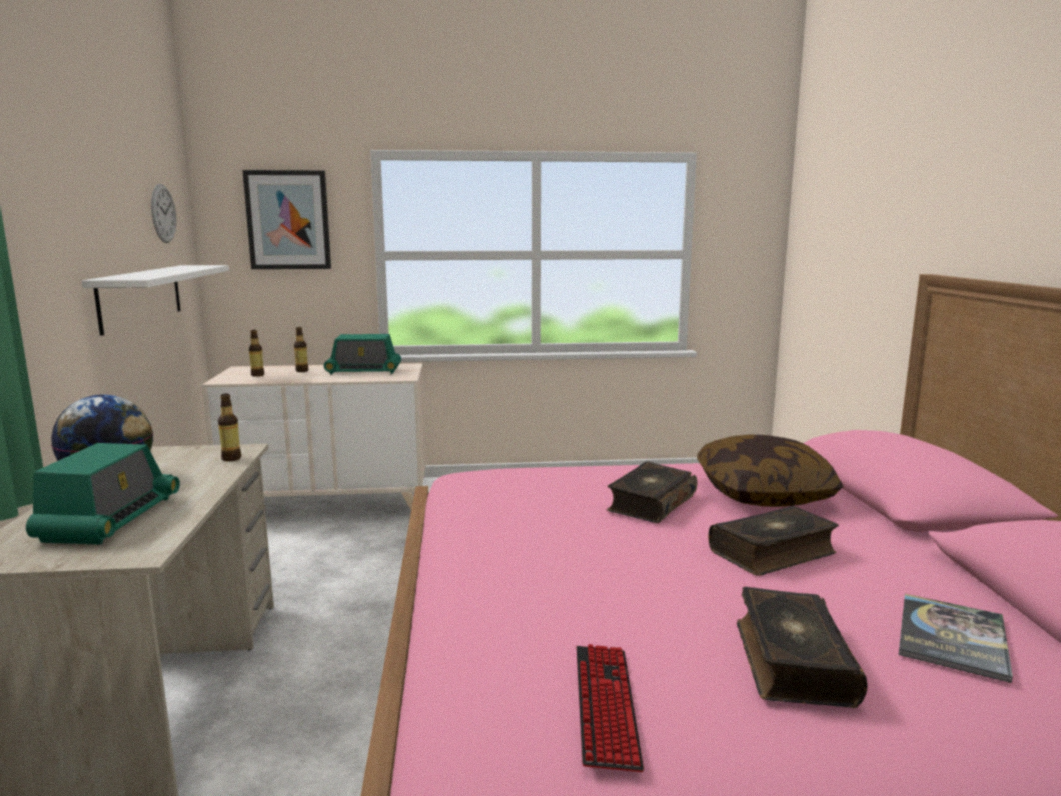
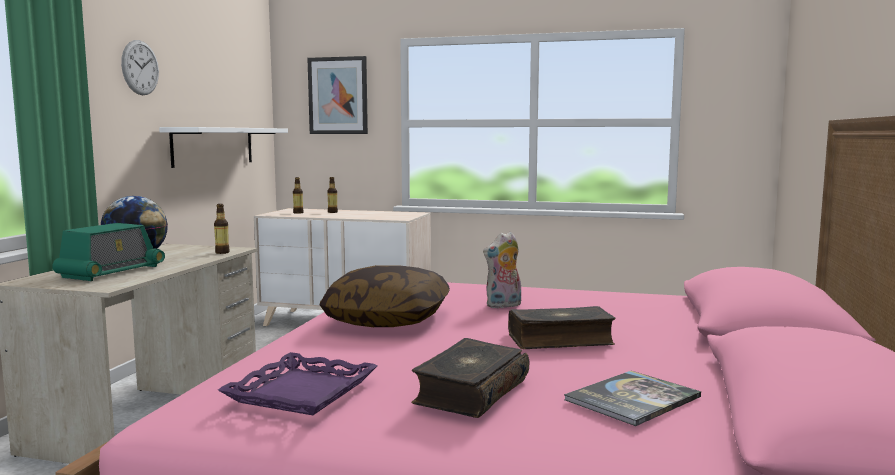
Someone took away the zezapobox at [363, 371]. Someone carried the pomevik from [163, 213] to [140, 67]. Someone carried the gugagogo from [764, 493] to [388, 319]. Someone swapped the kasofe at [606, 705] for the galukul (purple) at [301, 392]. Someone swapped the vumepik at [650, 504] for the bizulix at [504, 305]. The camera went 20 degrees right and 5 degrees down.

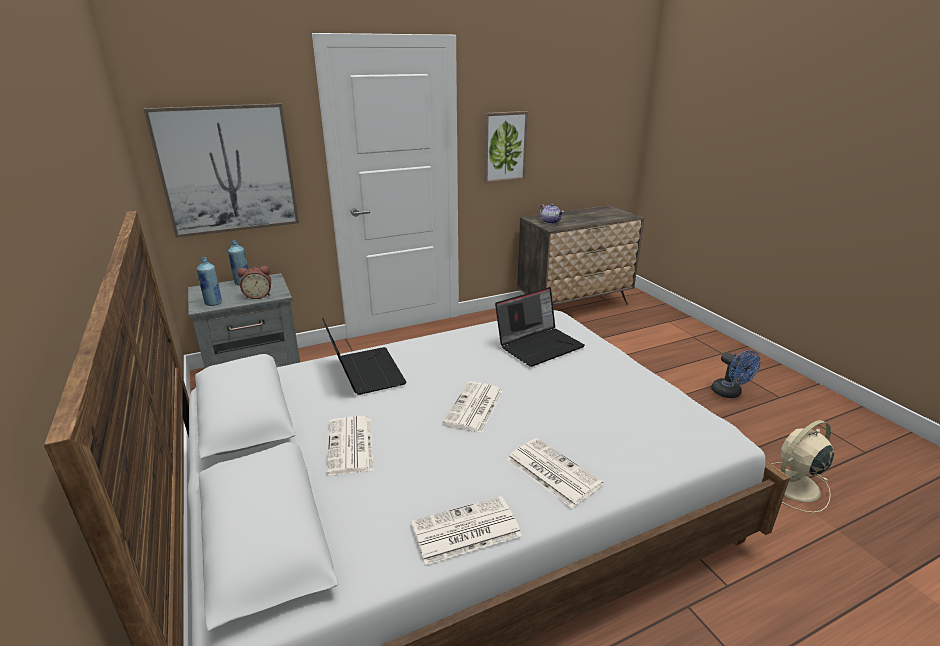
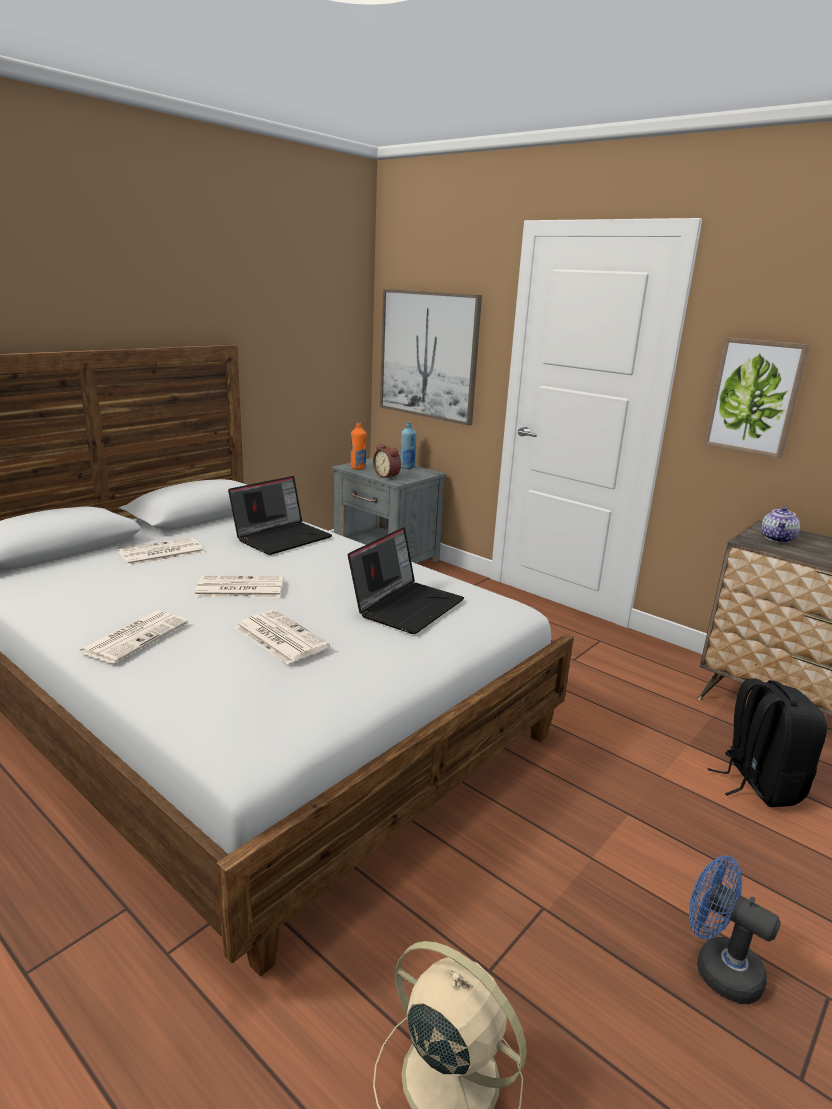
Someone put down the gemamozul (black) at [758, 783]. Someone carried the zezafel from [464, 531] to [279, 637]. Someone repainted the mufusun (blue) at [213, 303], which became the mufusun (orange) at [358, 468]. Someone rotated the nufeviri at [539, 345] by 90 degrees counterclockwise. Someone rotated the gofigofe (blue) at [729, 393] by 90 degrees clockwise. The camera went 65 degrees right and 5 degrees down.

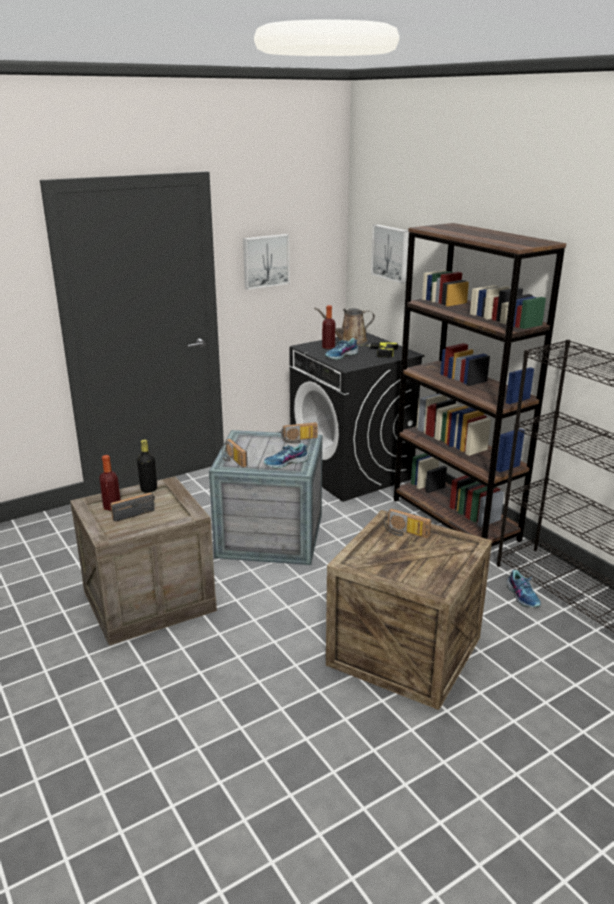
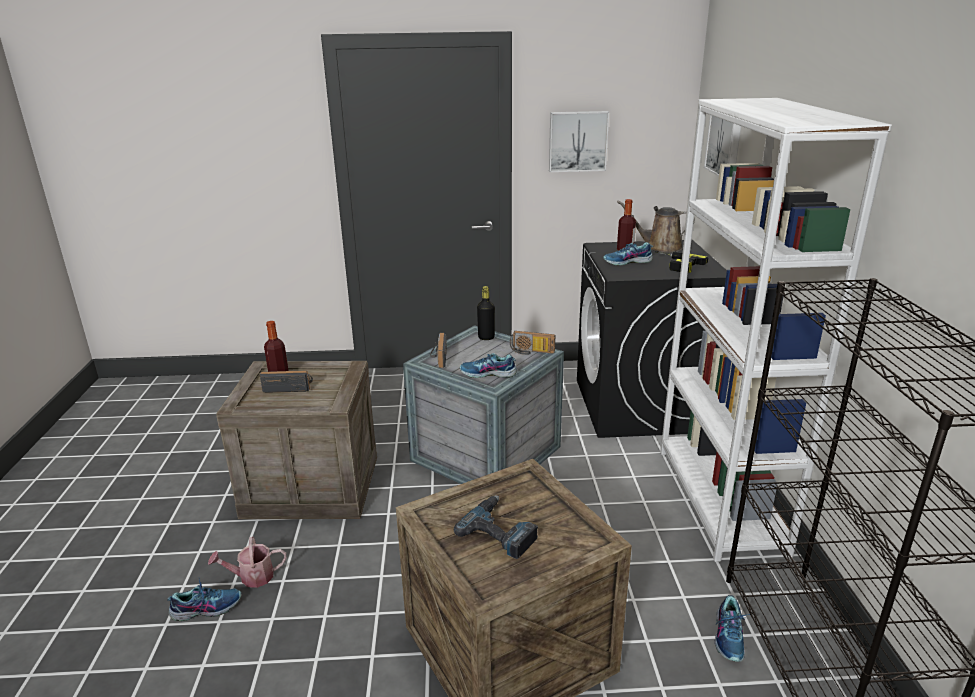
Someone took away the zezapobox at [405, 533]. Someone put down the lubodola at [206, 608]. Someone put down the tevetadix at [252, 577]. Someone put down the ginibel at [500, 531]. Someone carried the mufusun (black) from [149, 489] to [486, 337]. Someone repainted the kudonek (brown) at [455, 519], which became the kudonek (white) at [719, 499]. The camera went 30 degrees right and 0 degrees up.

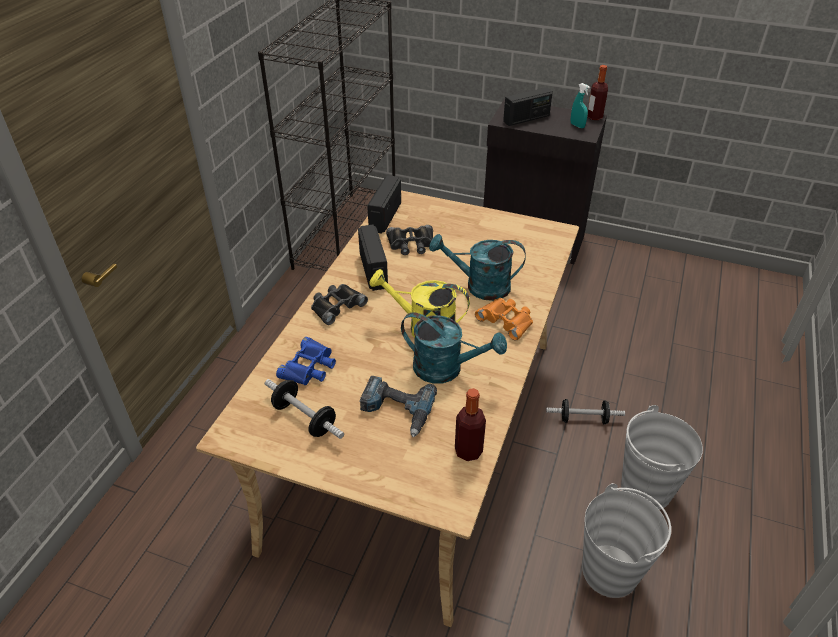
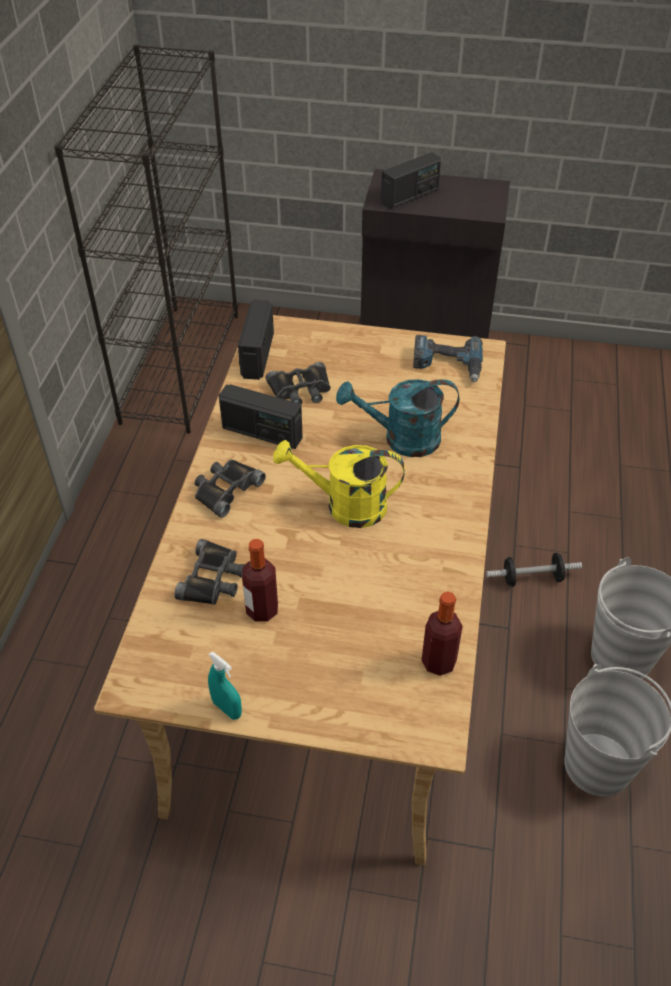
Someone took away the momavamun at [304, 418]. Someone took away the tevetadix (turquoise) at [446, 369]. Someone took away the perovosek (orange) at [506, 320]. Someone carried the ginibel from [396, 410] to [447, 364]. Someone carried the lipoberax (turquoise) from [577, 125] to [227, 708]. Someone carried the mufusun from [594, 117] to [262, 610]. Someone repainted the perovosek (blue) at [309, 367], which became the perovosek (black) at [213, 579]. Someone rotated the zezapobox at [374, 270] by 135 degrees clockwise. The camera went 10 degrees left and 5 degrees up.

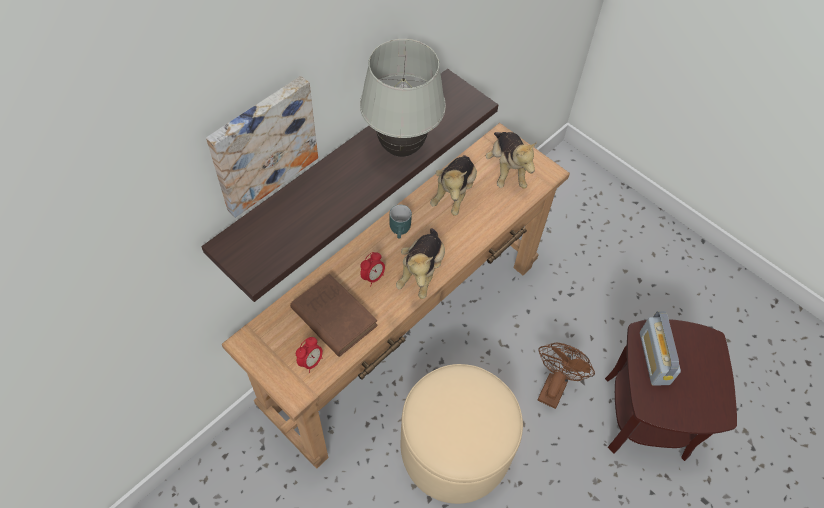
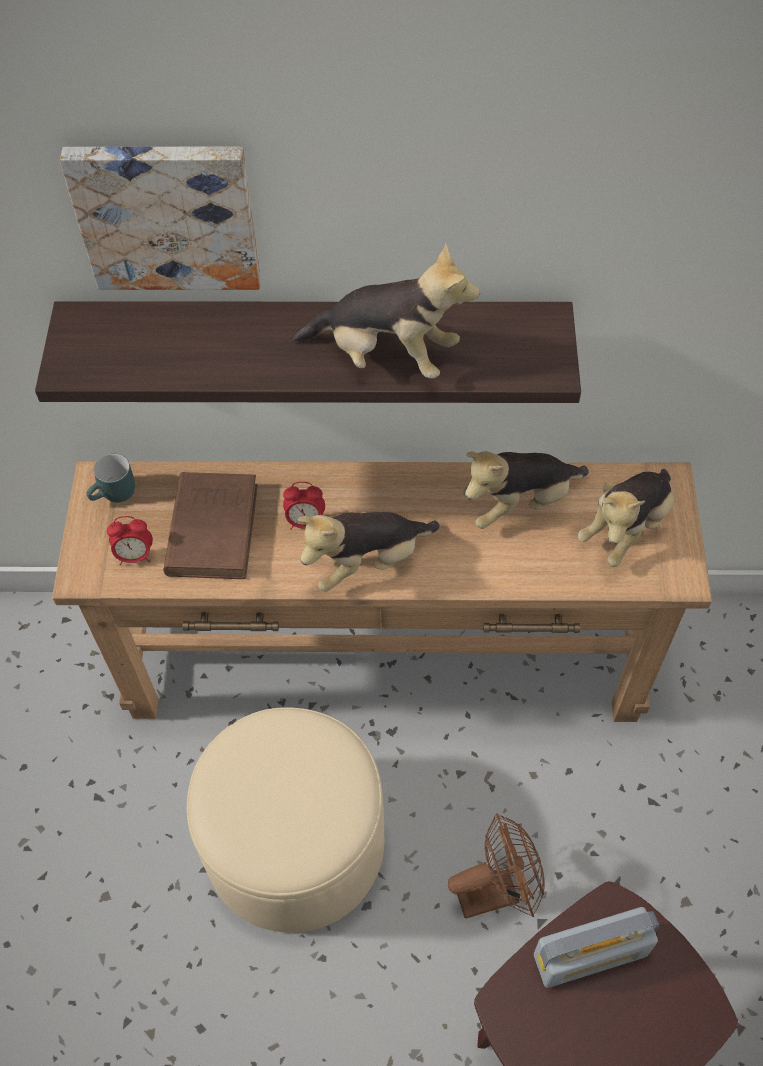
Someone carried the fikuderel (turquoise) from [401, 230] to [115, 495]. Someone swapped the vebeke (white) at [401, 148] for the bizulix at [387, 355]. Someone rotated the zezapobox at [654, 358] by 150 degrees counterclockwise. The camera went 50 degrees right and 0 degrees up.

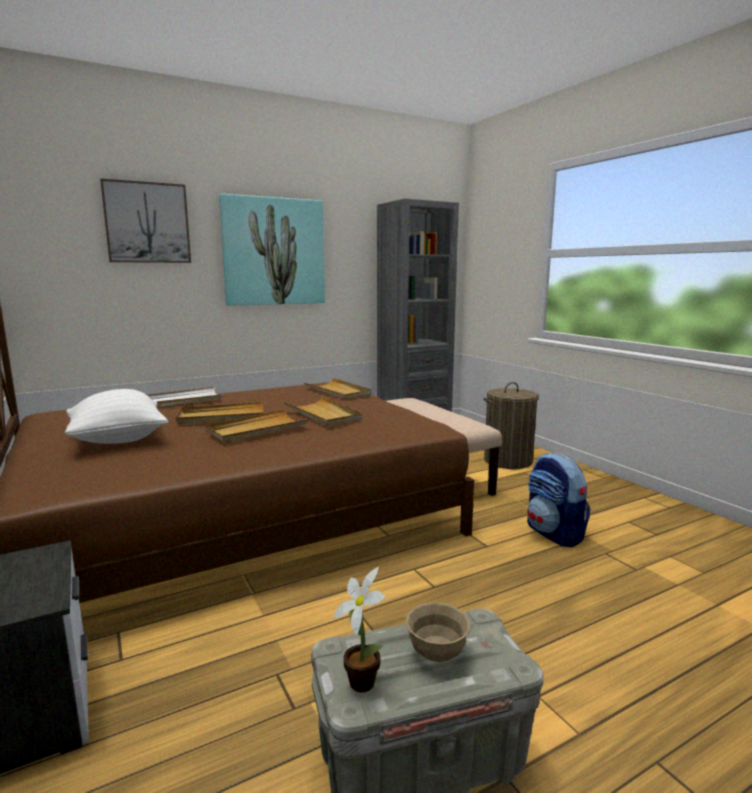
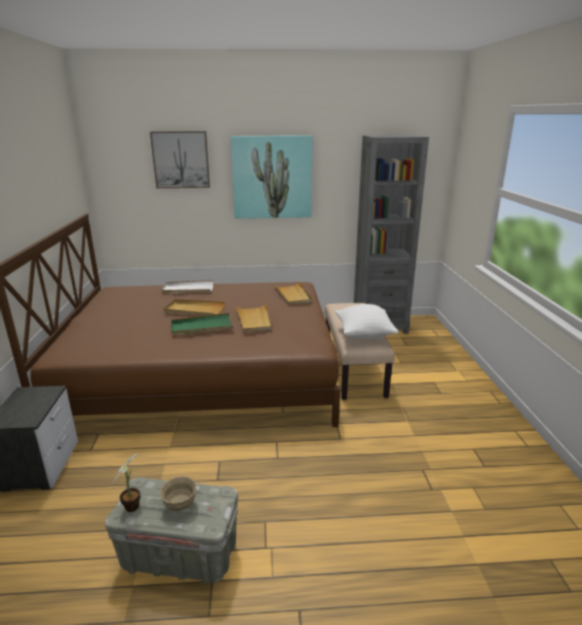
Someone took away the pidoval at [508, 461]. Someone took away the gemamozul at [554, 534]. Someone carried the gugagogo (white) from [118, 440] to [364, 335]. Someone repainted the galukul (beige) at [257, 429], which became the galukul (green) at [201, 327]. The camera went 25 degrees right and 10 degrees up.

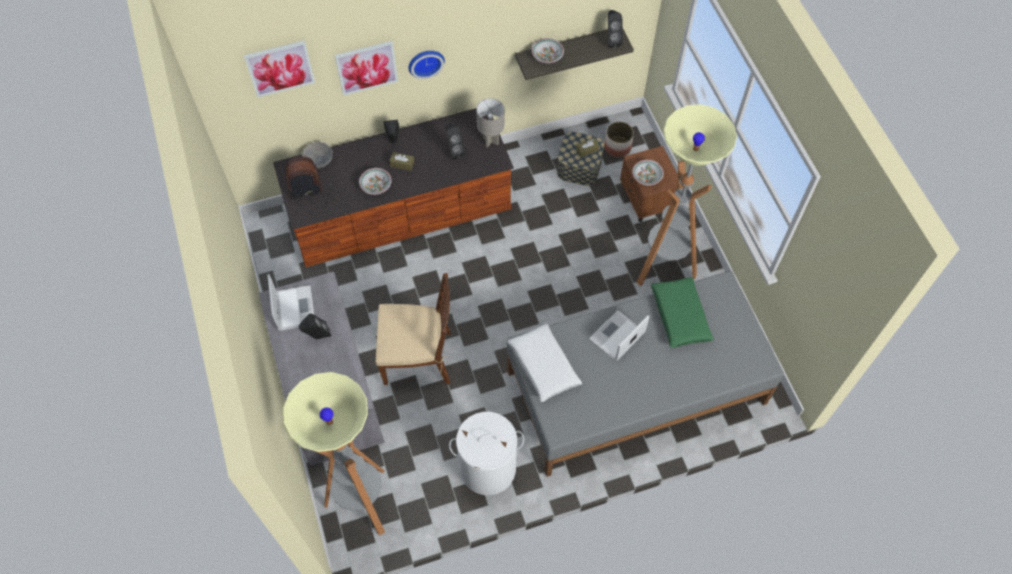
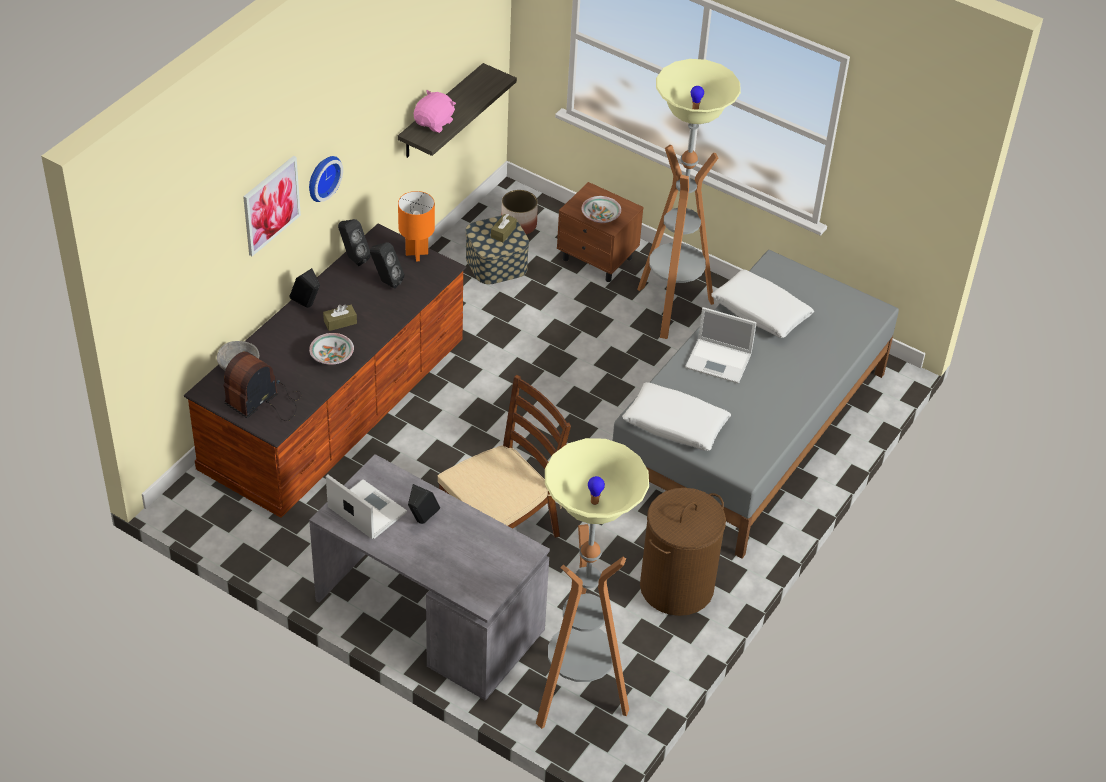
Someone took away the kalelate at [280, 68]. Someone carried the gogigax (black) from [611, 40] to [353, 258]. Someone swapped the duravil at [547, 56] for the bizulix (pink) at [434, 123]. Someone repainted the pidoval (white) at [487, 468], which became the pidoval (brown) at [676, 587]. Someone repainted the vebeke (grey) at [491, 141], which became the vebeke (orange) at [417, 253]. Someone repainted the gugagogo (green) at [679, 316], which became the gugagogo (white) at [760, 311]. Someone rotated the nufeviri at [616, 337] by 75 degrees counterclockwise. The camera went 40 degrees left and 15 degrees down.

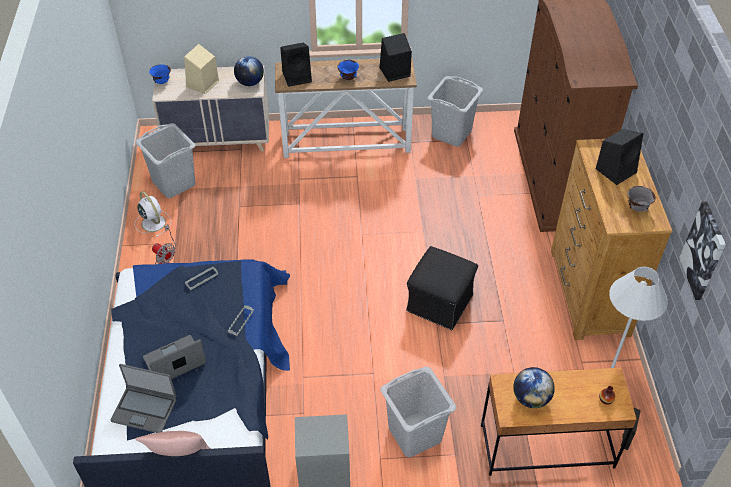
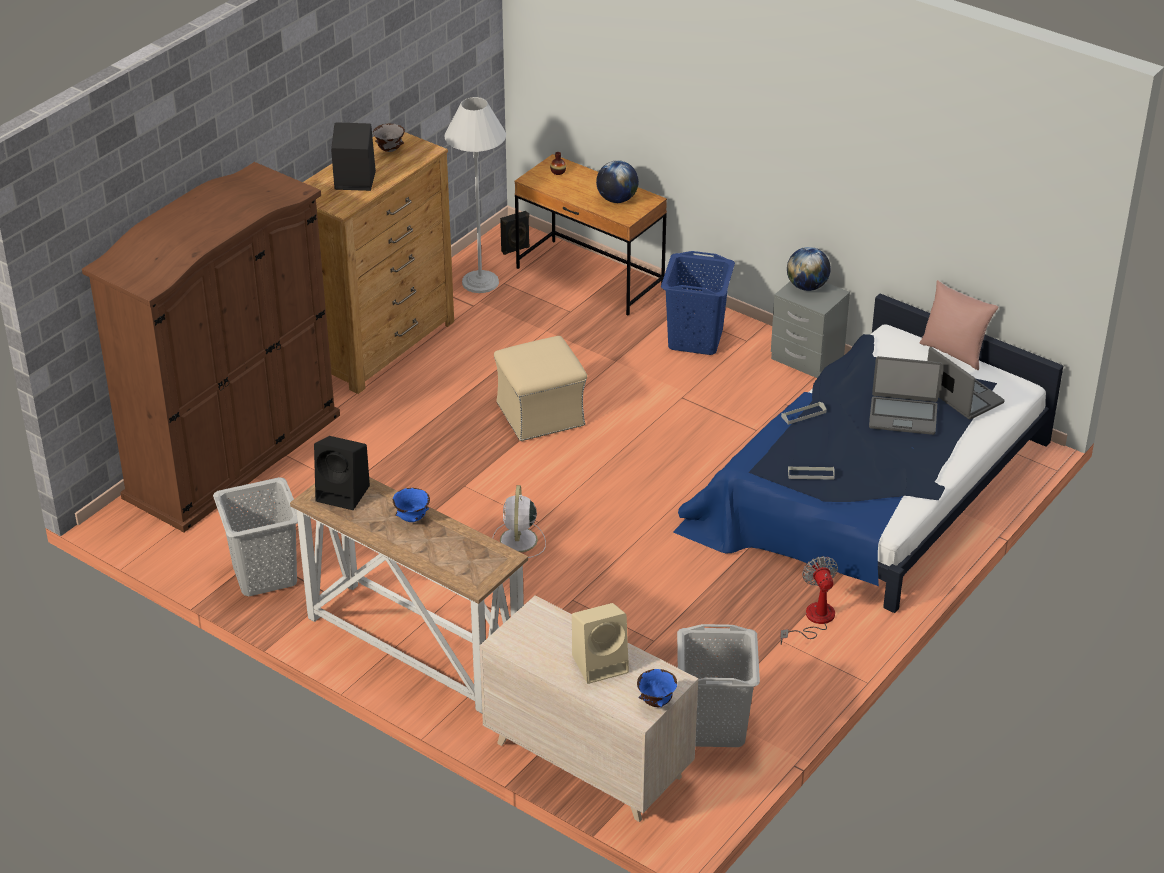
Someone took away the gogigax (black) at [297, 77]. Someone took away the kalelate at [704, 251]. Someone carried the gofigofe (white) from [153, 222] to [518, 541]. Someone carried the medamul from [250, 82] to [807, 286]. Someone repainted the pidoval (grey) at [415, 433], which became the pidoval (blue) at [694, 339]. Someone repainted the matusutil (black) at [439, 303], which became the matusutil (beige) at [541, 414]. The camera went 140 degrees left and 10 degrees down.

